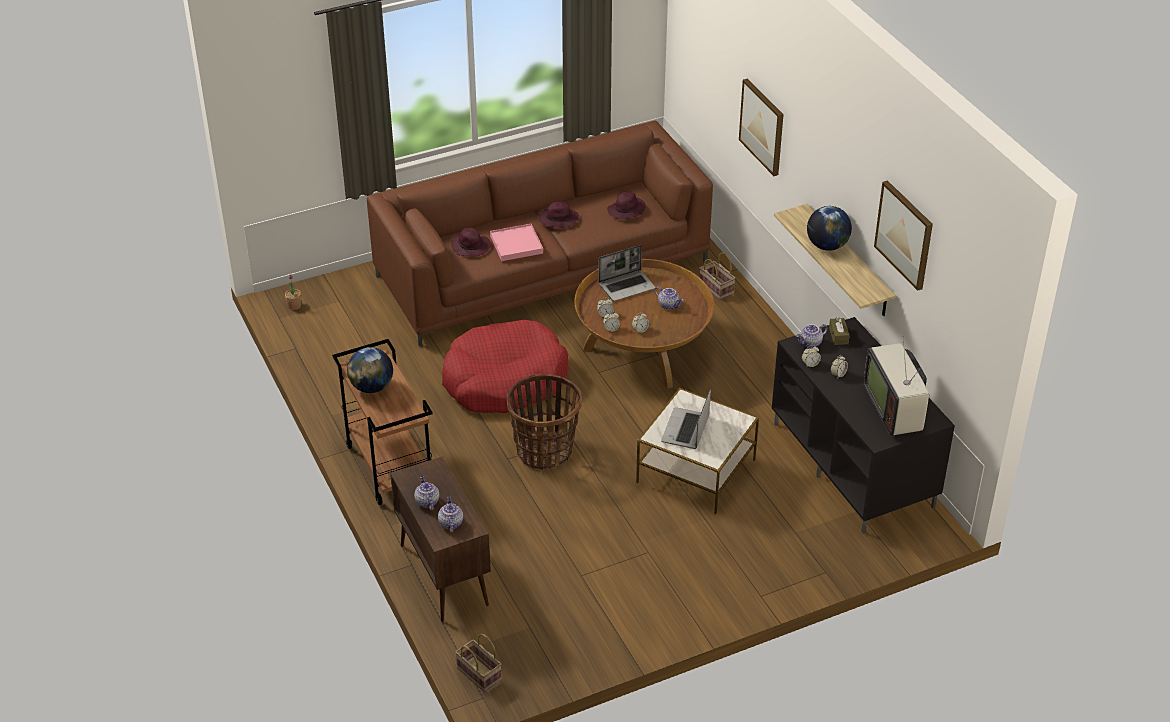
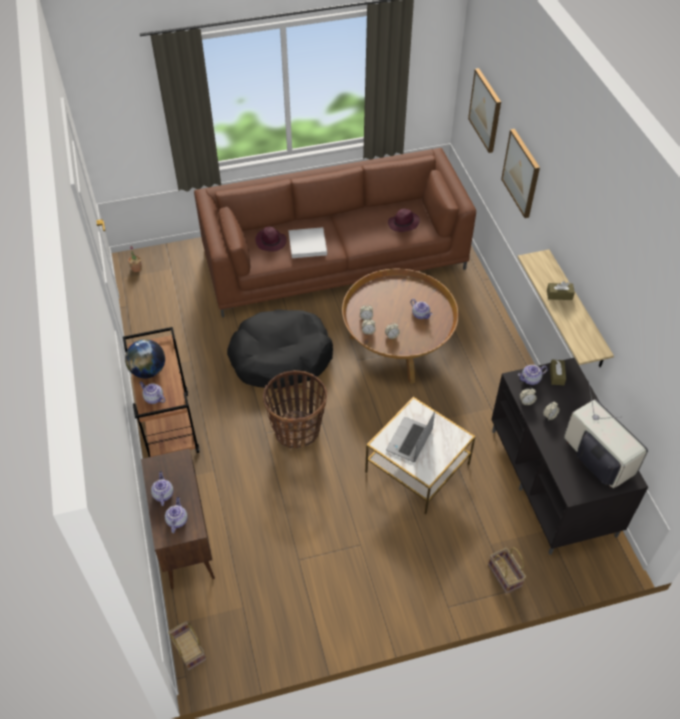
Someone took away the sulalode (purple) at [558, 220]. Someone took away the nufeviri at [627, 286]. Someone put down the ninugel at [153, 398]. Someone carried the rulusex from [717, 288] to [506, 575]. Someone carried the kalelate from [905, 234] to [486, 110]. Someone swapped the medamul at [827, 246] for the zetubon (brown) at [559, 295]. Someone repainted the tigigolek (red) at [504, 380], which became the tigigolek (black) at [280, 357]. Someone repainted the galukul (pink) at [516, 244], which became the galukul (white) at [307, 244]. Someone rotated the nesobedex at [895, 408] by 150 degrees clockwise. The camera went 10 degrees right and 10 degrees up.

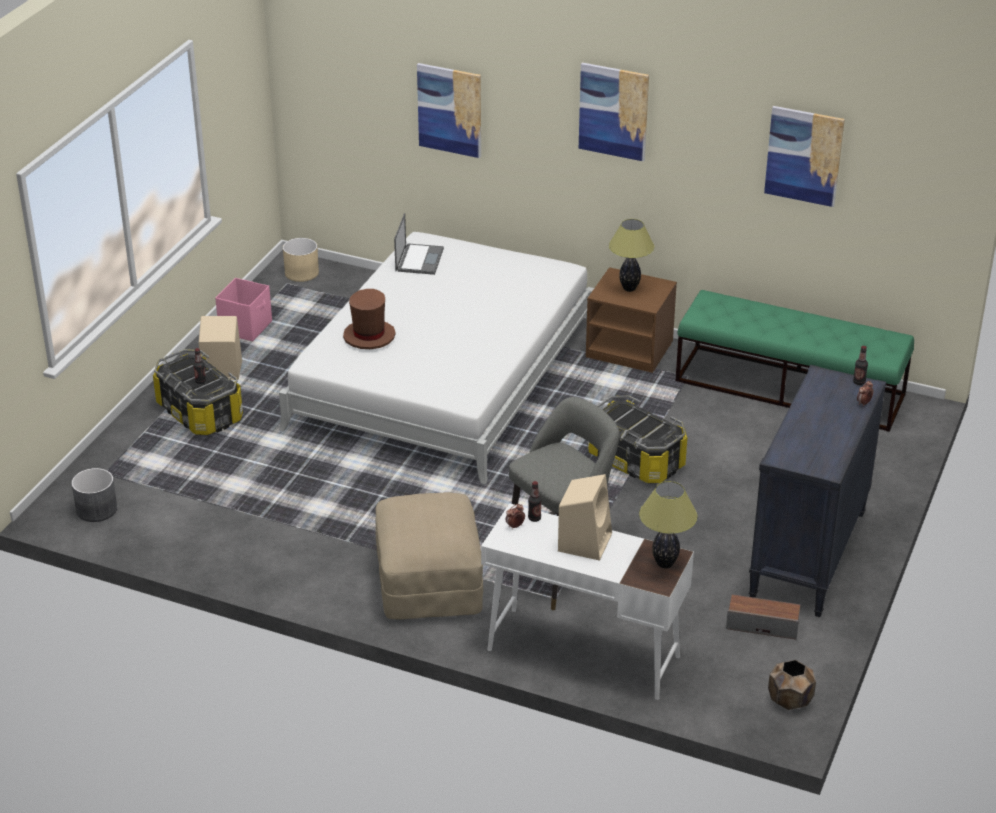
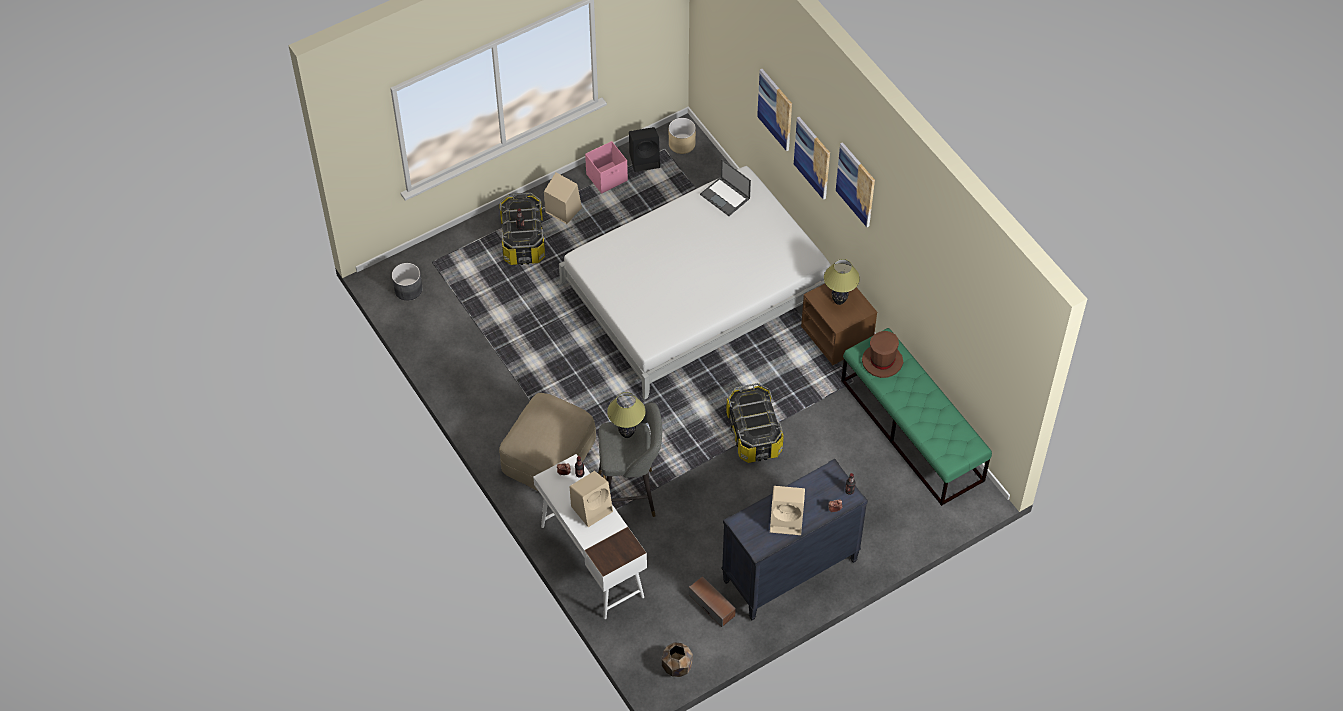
Someone put down the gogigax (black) at [645, 160]. Someone put down the gogigax (beige) at [787, 520]. Someone carried the sulalode (brown) from [369, 336] to [882, 361]. Someone carried the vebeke from [665, 563] to [627, 434]. Someone carried the kalelate from [804, 155] to [812, 157]. Someone rotated the nufeviri at [419, 259] by 90 degrees clockwise. The camera went 35 degrees right and 20 degrees up.

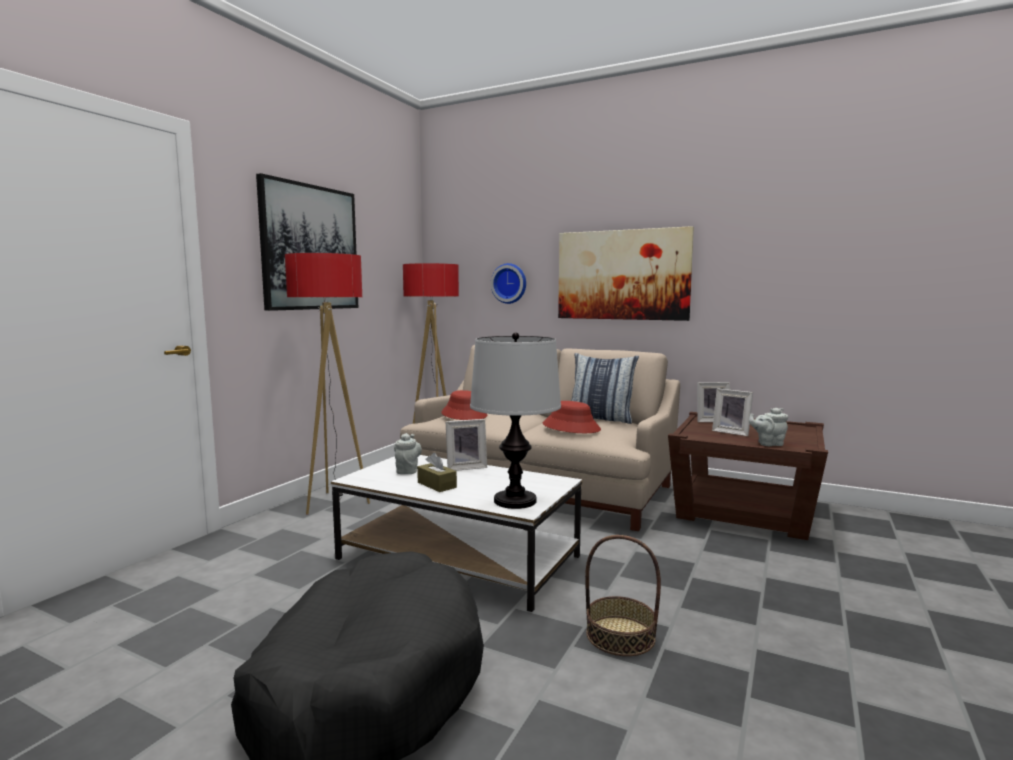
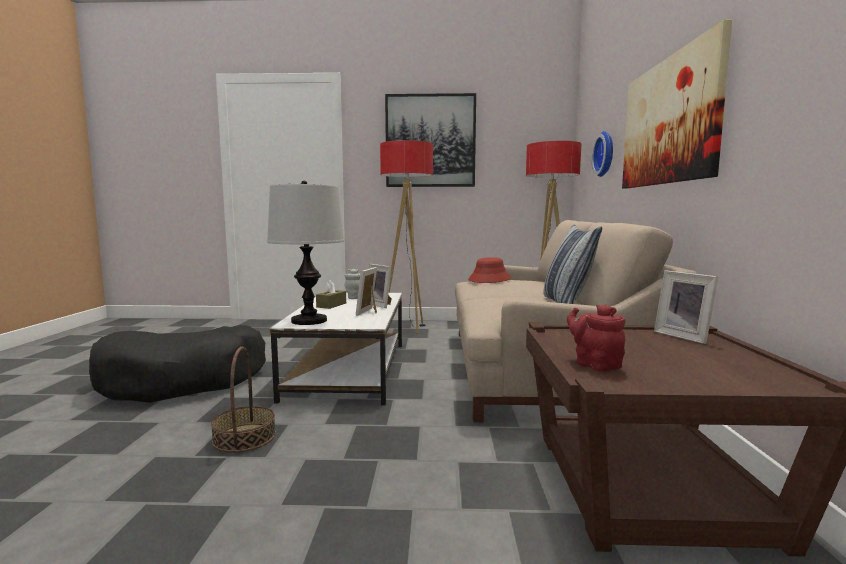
Someone took away the sulalode (red) at [571, 427]. Someone carried the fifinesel from [732, 432] to [370, 312]. Someone repainted the ninugel (grey) at [768, 444], which became the ninugel (red) at [595, 364]. The camera went 65 degrees right and 0 degrees up.

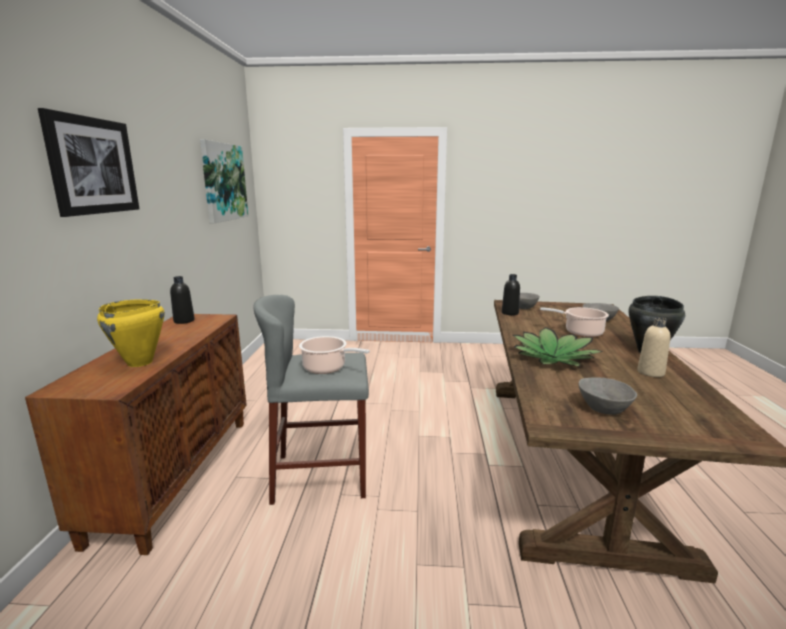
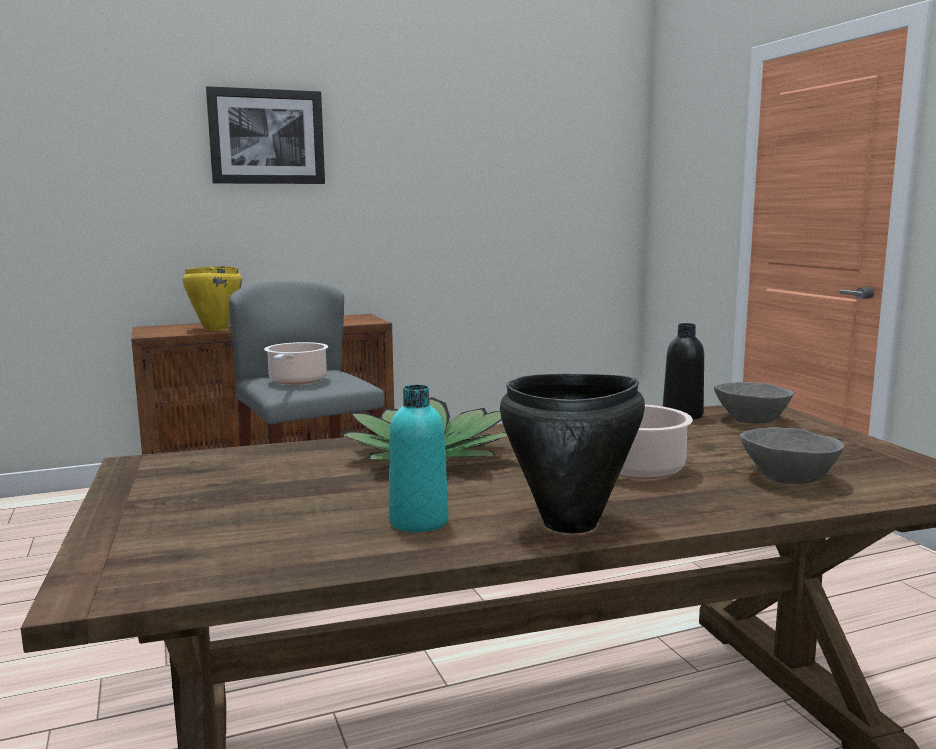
Someone took away the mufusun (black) at [184, 321]. Someone took away the kalelate at [224, 182]. Someone took away the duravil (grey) at [604, 409]. Someone repainted the mufusun (beige) at [650, 372], which became the mufusun (turquoise) at [418, 522]. The camera went 65 degrees right and 5 degrees down.

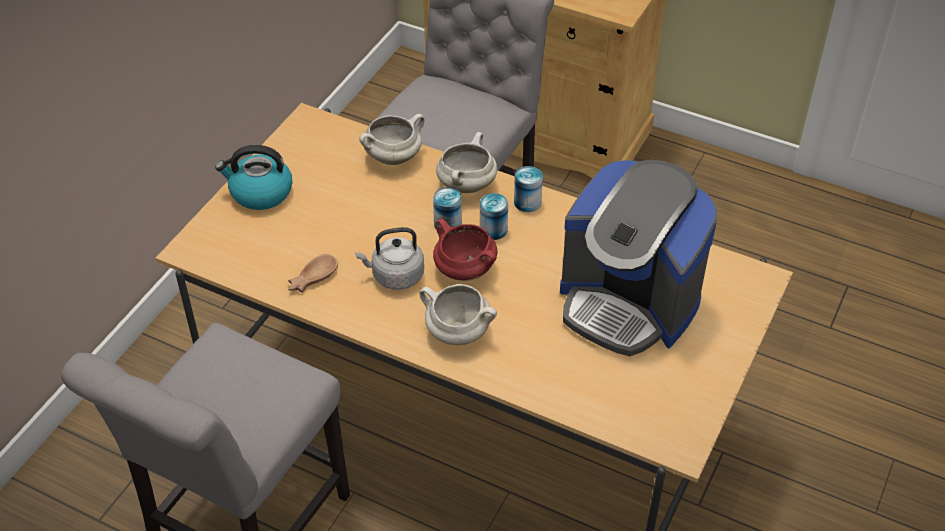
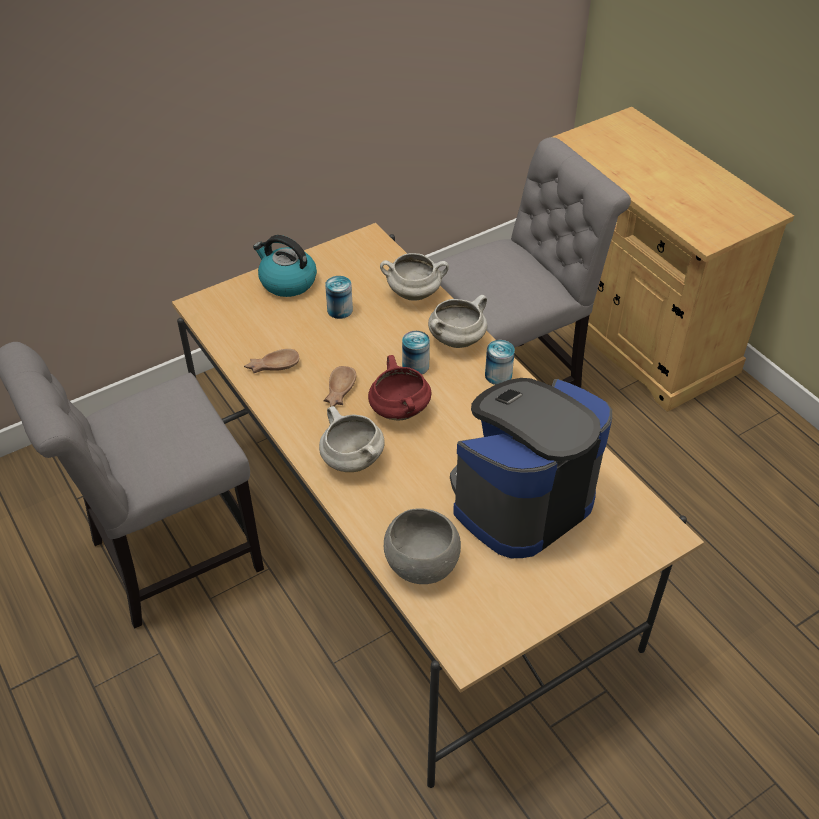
Someone put down the duravil (grey) at [421, 566]. Someone carried the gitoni from [493, 229] to [340, 310]. Someone swapped the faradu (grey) at [395, 276] for the duravil (brown) at [338, 391]. Someone rotated the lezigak at [628, 303] by 75 degrees clockwise. The camera went 30 degrees right and 0 degrees up.

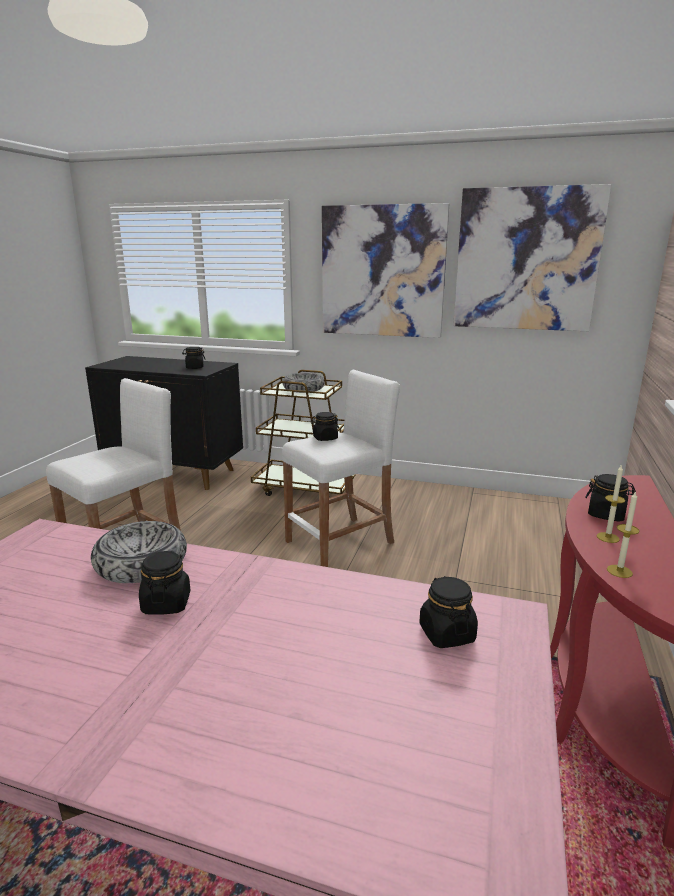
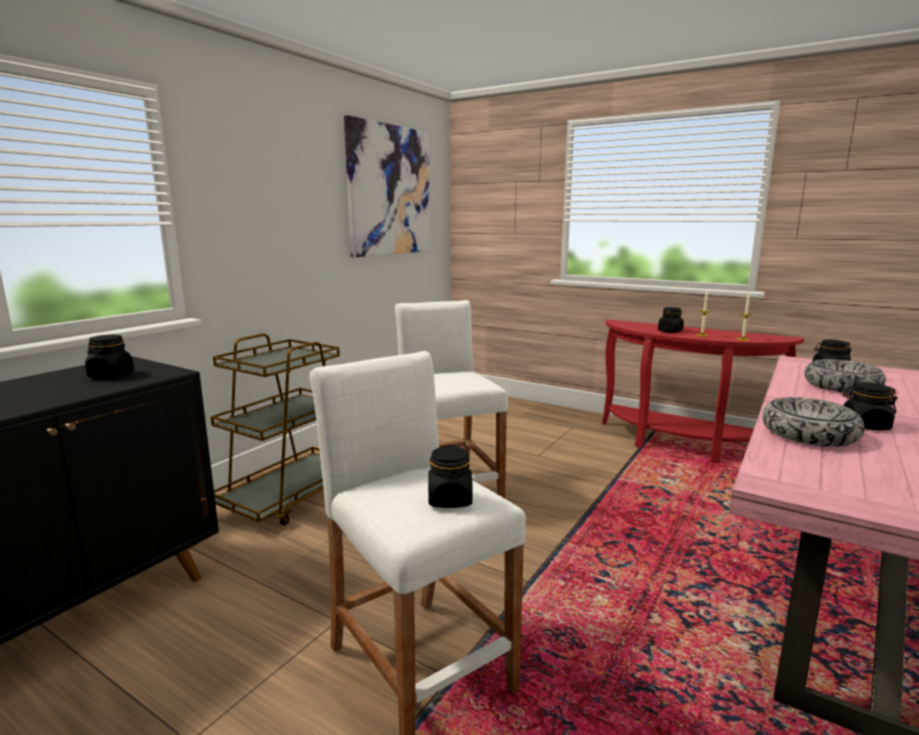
Someone took away the kalelate at [382, 272]. Someone carried the duravil from [303, 389] to [842, 386]. Someone carried the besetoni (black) from [325, 438] to [450, 500]. The camera went 75 degrees left and 5 degrees down.

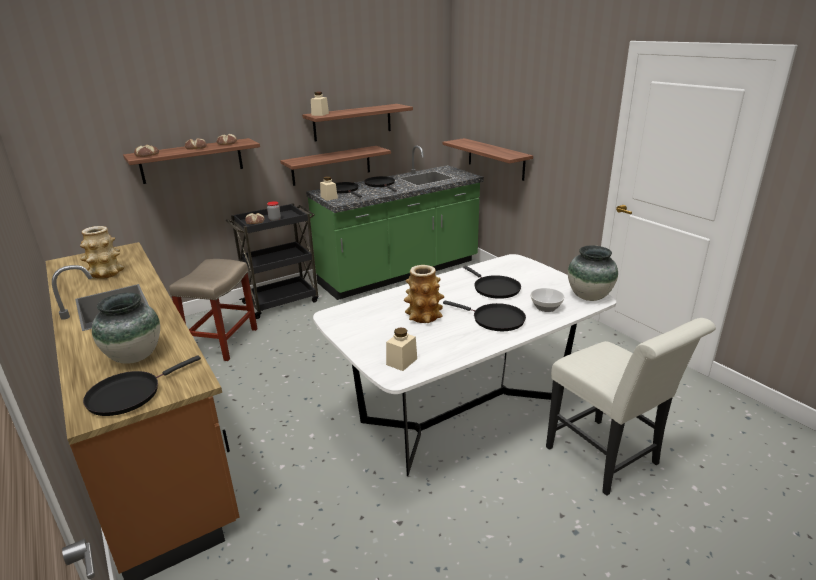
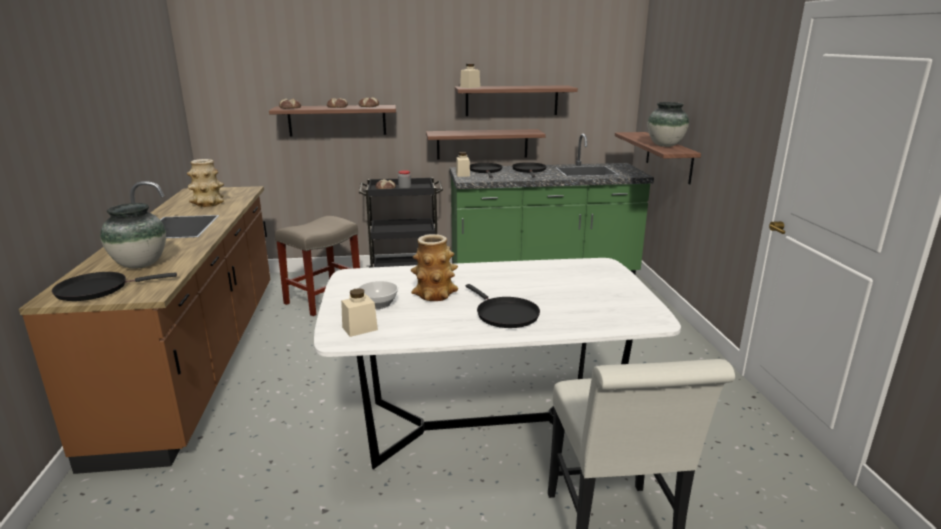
Someone took away the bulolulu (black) at [494, 288]. Someone carried the duravil from [546, 308] to [378, 305]. Someone carried the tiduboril from [589, 296] to [665, 145]. The camera went 25 degrees right and 5 degrees down.

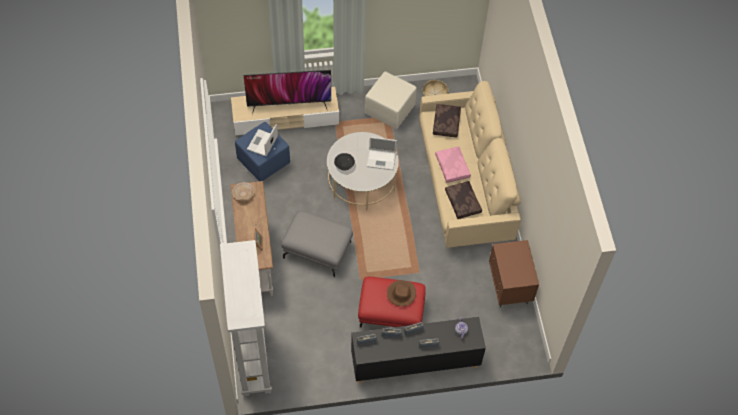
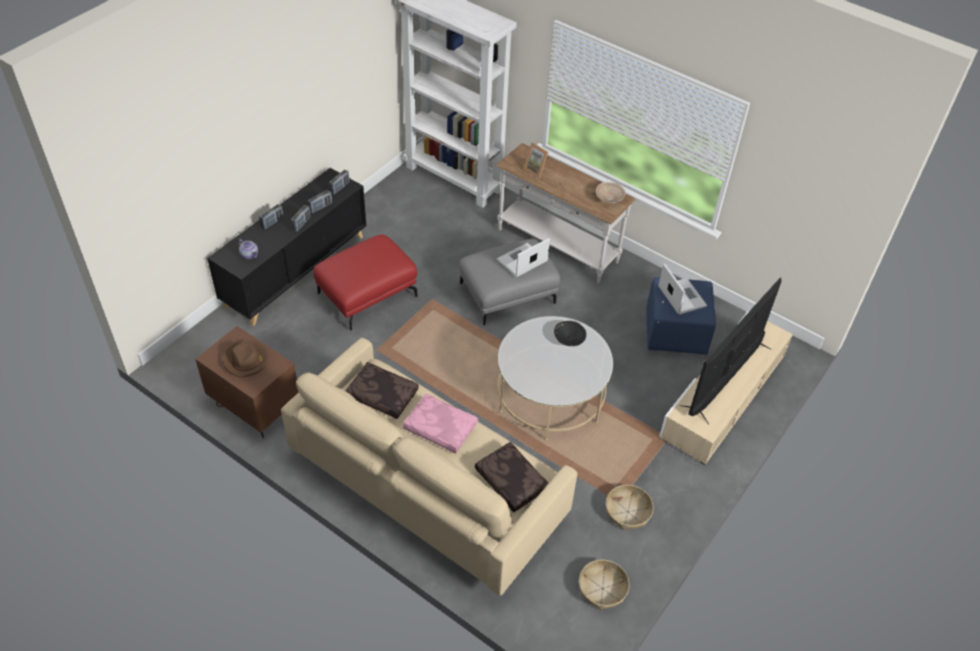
Someone carried the nufeviri from [381, 159] to [521, 261]. Someone carried the sulalode (brown) from [401, 294] to [247, 360]. Someone swapped the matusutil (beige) at [390, 110] for the rulusex at [627, 512]. The camera went 135 degrees right and 10 degrees down.

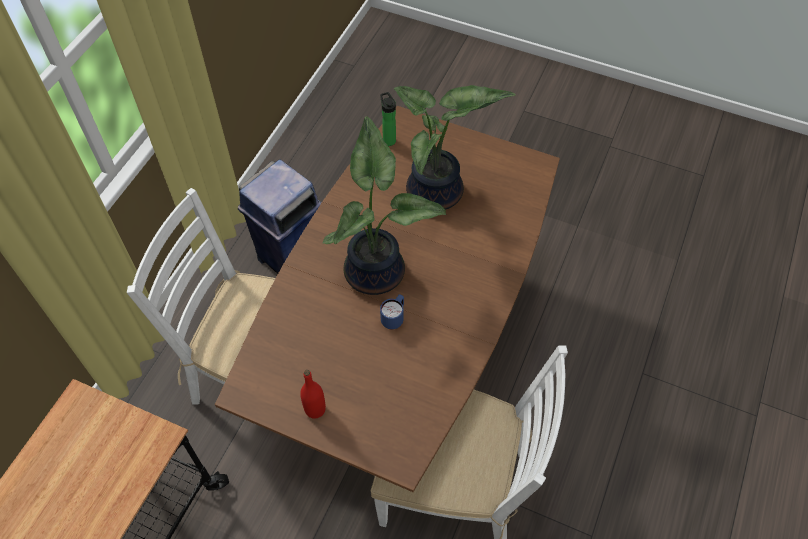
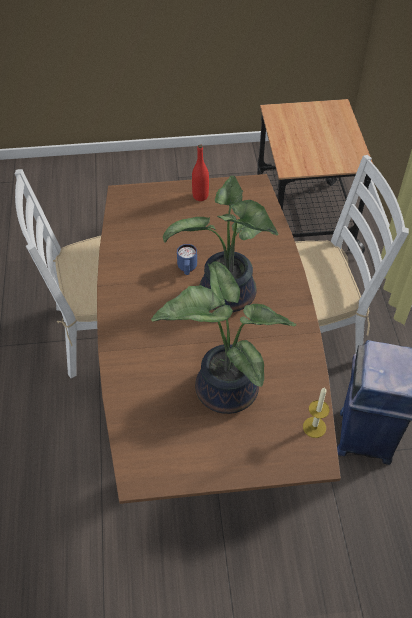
Someone swapped the mufusun at [388, 139] for the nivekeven at [314, 427]. The camera went 150 degrees right and 5 degrees down.

